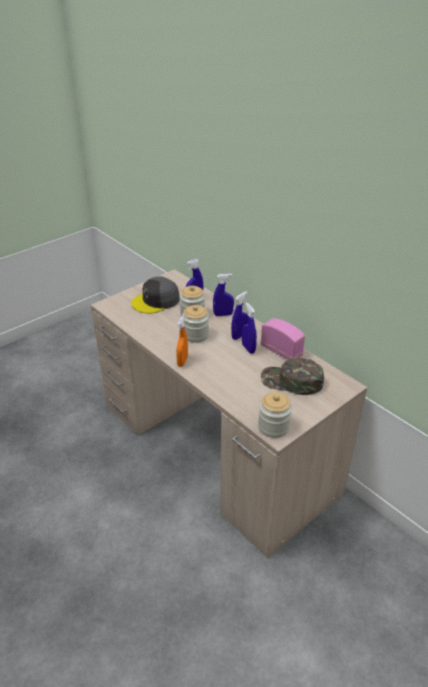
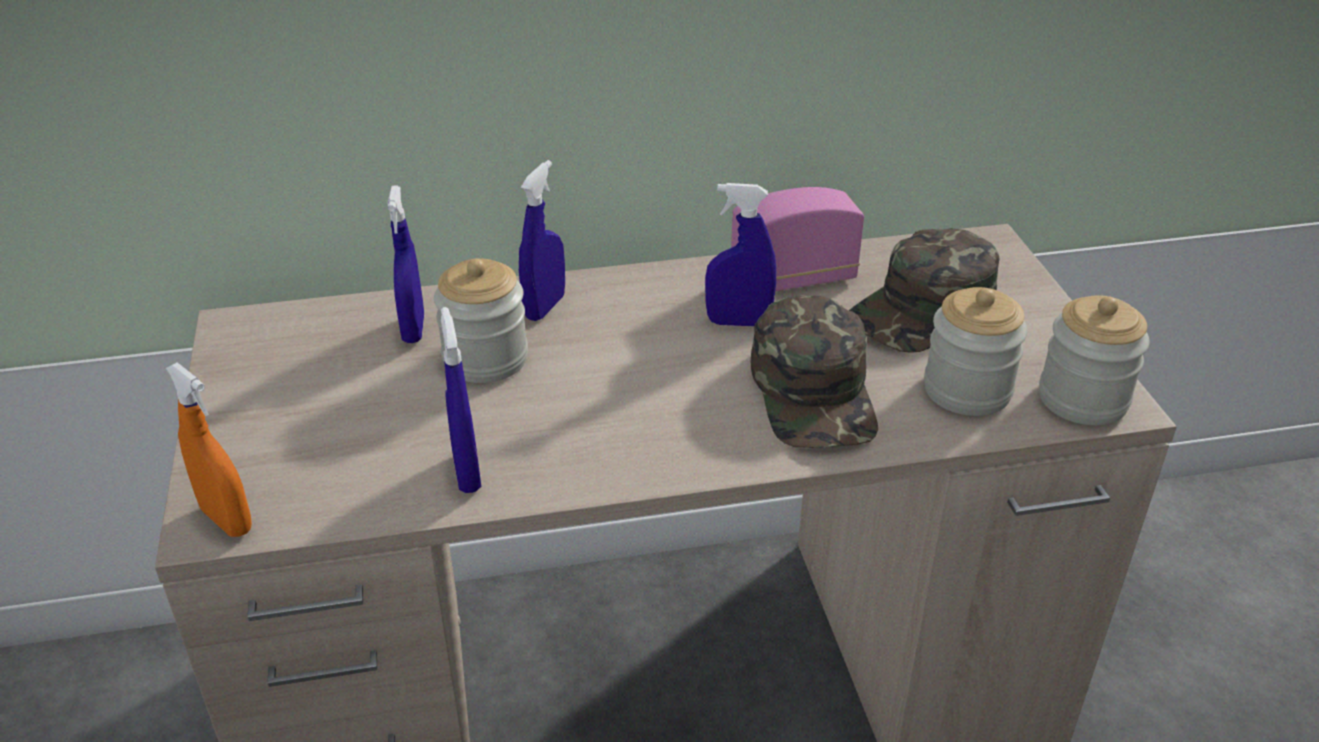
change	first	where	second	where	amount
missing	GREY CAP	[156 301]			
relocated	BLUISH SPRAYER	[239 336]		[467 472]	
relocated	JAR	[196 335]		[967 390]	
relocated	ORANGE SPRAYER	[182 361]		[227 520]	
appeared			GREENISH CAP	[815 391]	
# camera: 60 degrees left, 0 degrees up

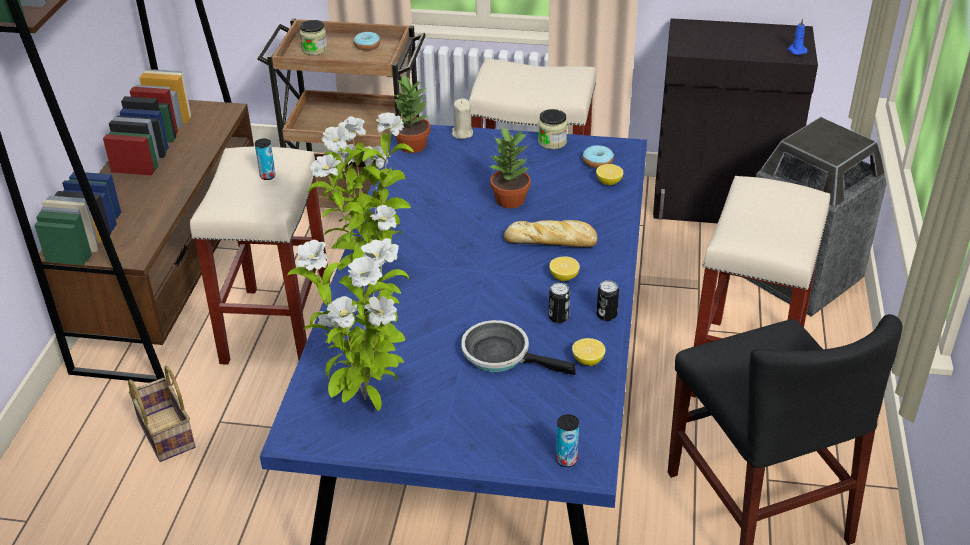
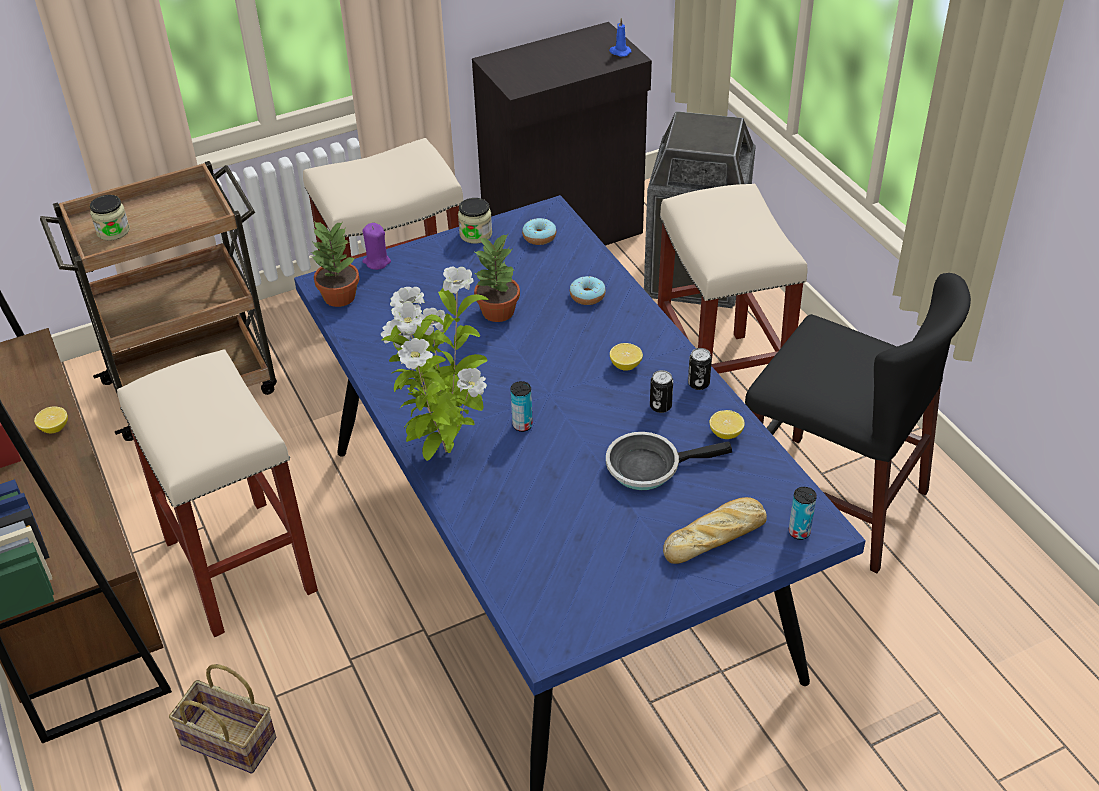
change	first	where	second	where	amount
relocated	RING DOUGHNUT	[367 46]		[587 296]	
colour	BEIGE-COLOURED CANDLE	[462 133]	PURPLE-COLOURED CANDLE	[377 262]	
relocated	CAN	[267 176]		[522 425]	
relocated	LEMON	[609 182]		[54 428]	
relocated	BAKED BREAD	[552 241]		[716 536]	
missing	PLANT IN A POT	[366 401]			
# camera: 35 degrees left, 5 degrees up

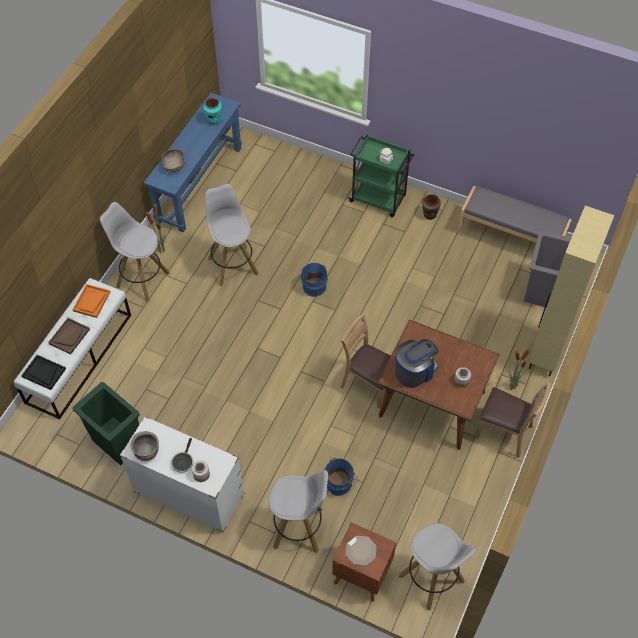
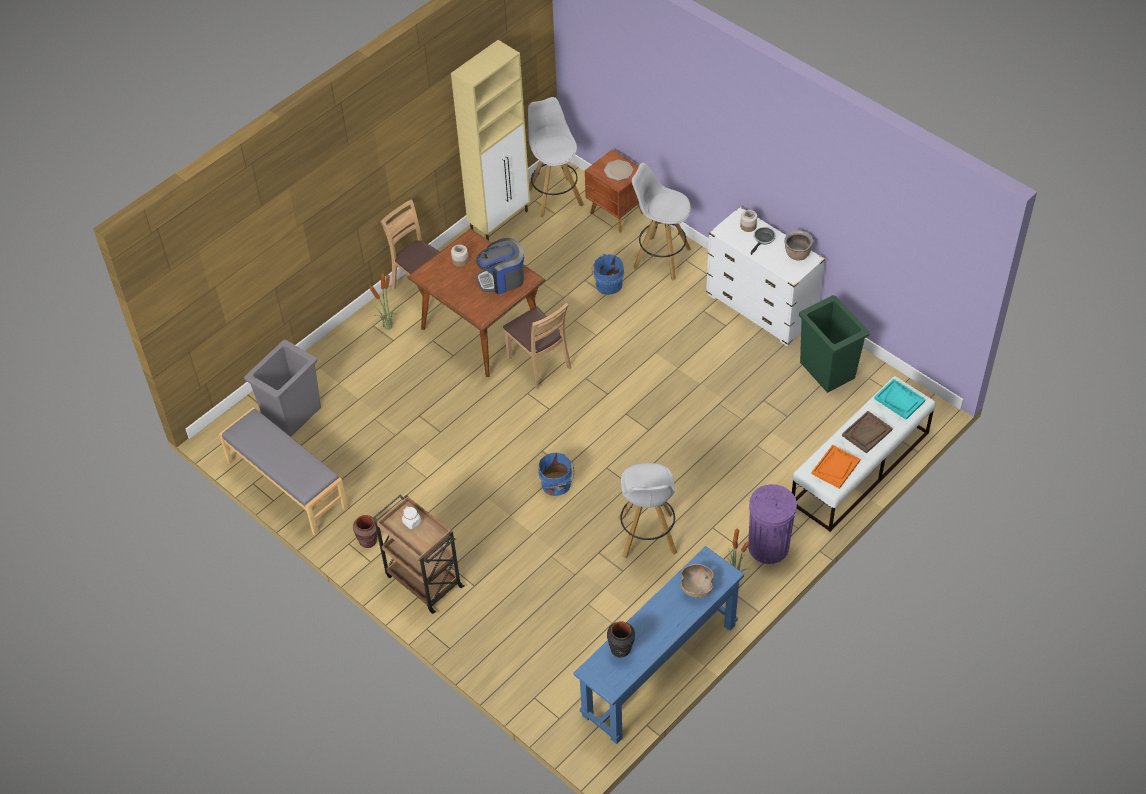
change	first	where	second	where	amount
colour	TURQUOISE FLOWER VASE	[214 120]	BLACK-COLOURED FLOWER VASE	[621 649]	
colour	GREENISH WHEELED CART	[378 199]	BROWN WHEELED CART	[423 580]	
exchanged	WHITISH STOOL SEAT	[142 279]	PURPLE-COLOURED TRASH CAN	[768 546]	
relocated	BEIGE-COLOURED STORAGE CABINET	[547 352]		[500 220]	
colour	BLACK-COLOURED CARRYING TRAY	[44 373]	TURQUOISE CARRYING TRAY	[899 400]	
# camera: 160 degrees left, 5 degrees down

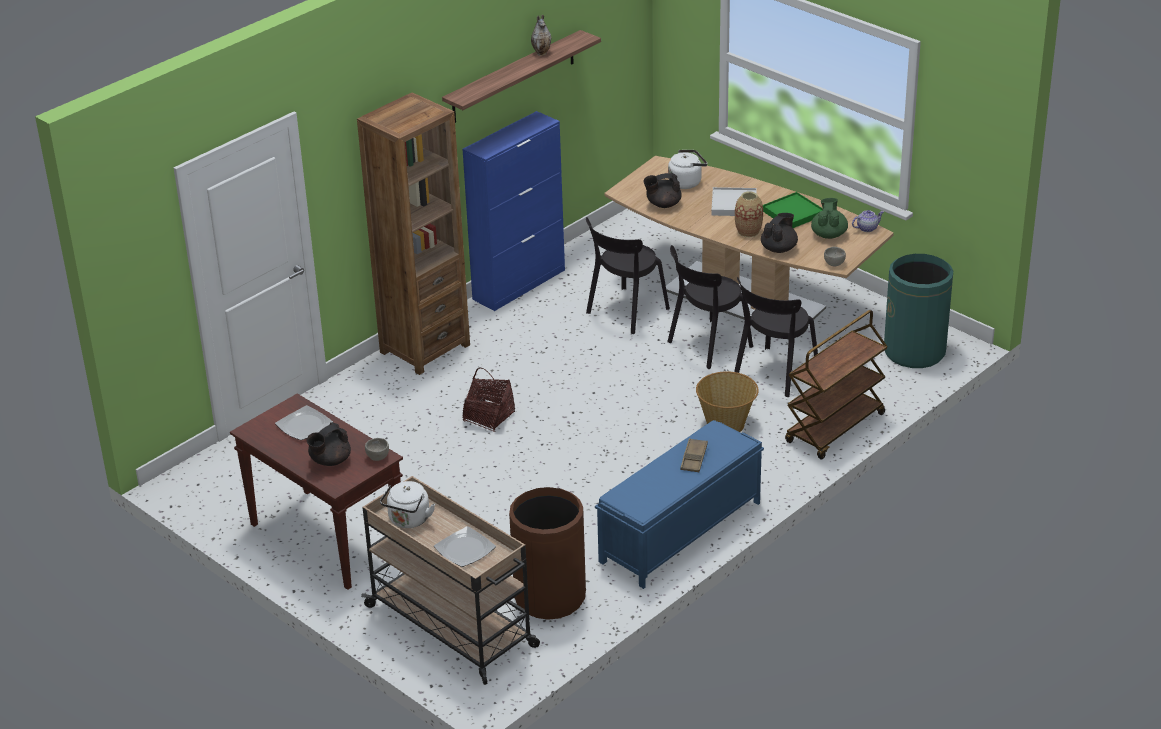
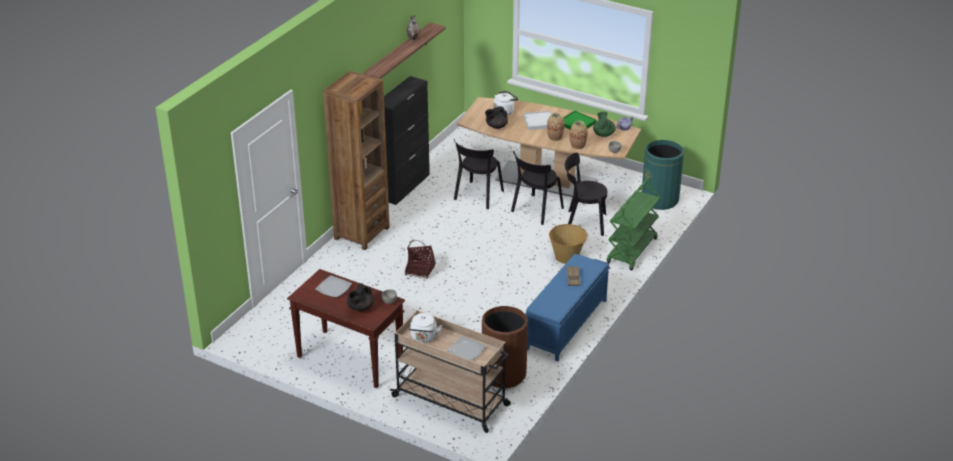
change	first	where	second	where	amount
colour	BLUISH STORAGE CABINET	[519 284]	BLACK-COLOURED STORAGE CABINET	[405 186]	
exchanged	BLACK-COLOURED TEAPOT	[779 248]	FLOWER VASE	[578 146]	
spun	BLACK-COLOURED PLAIN CHAIR	[774 374]		[583 223]	75 degrees clockwise
colour	BROWN WHEELED CART	[835 429]	GREENISH WHEELED CART	[632 251]	
# camera: 15 degrees left, 0 degrees up

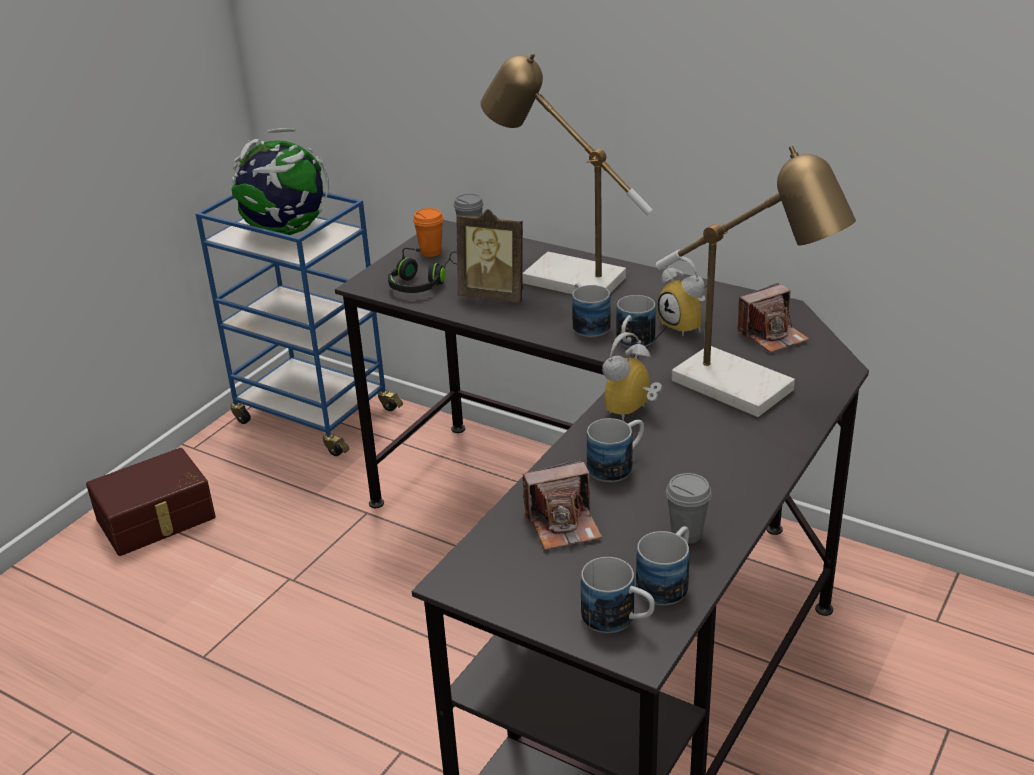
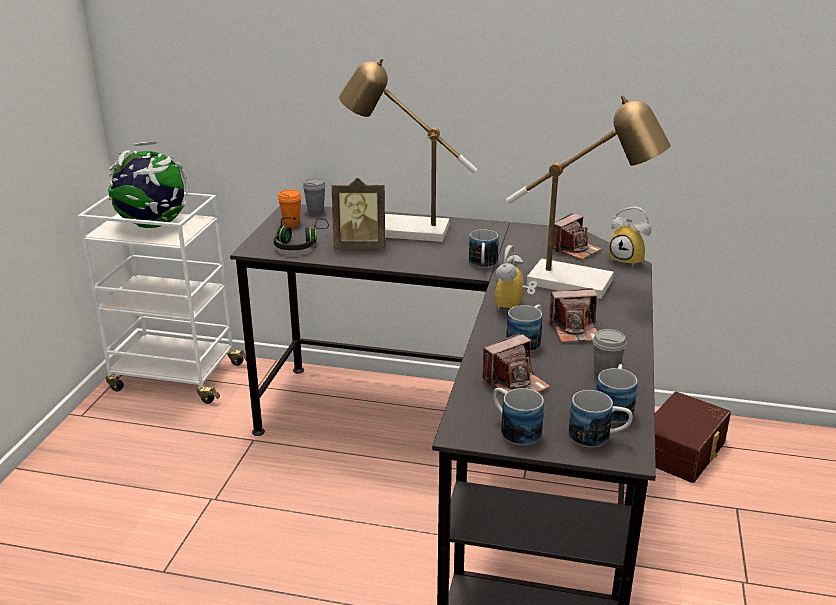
change	first	where	second	where	amount
colour	BLUISH WHEELED CART	[313 415]	WHITISH WHEELED CART	[175 377]	
relocated	ALARM CLOCK	[686 326]		[629 260]	
relocated	COFFEE MUG	[587 324]		[514 429]	
relocated	BROWN STORAGE BOX	[157 519]		[683 451]	
appeared			STILL CAMERA	[575 331]	
# camera: 20 degrees left, 5 degrees down

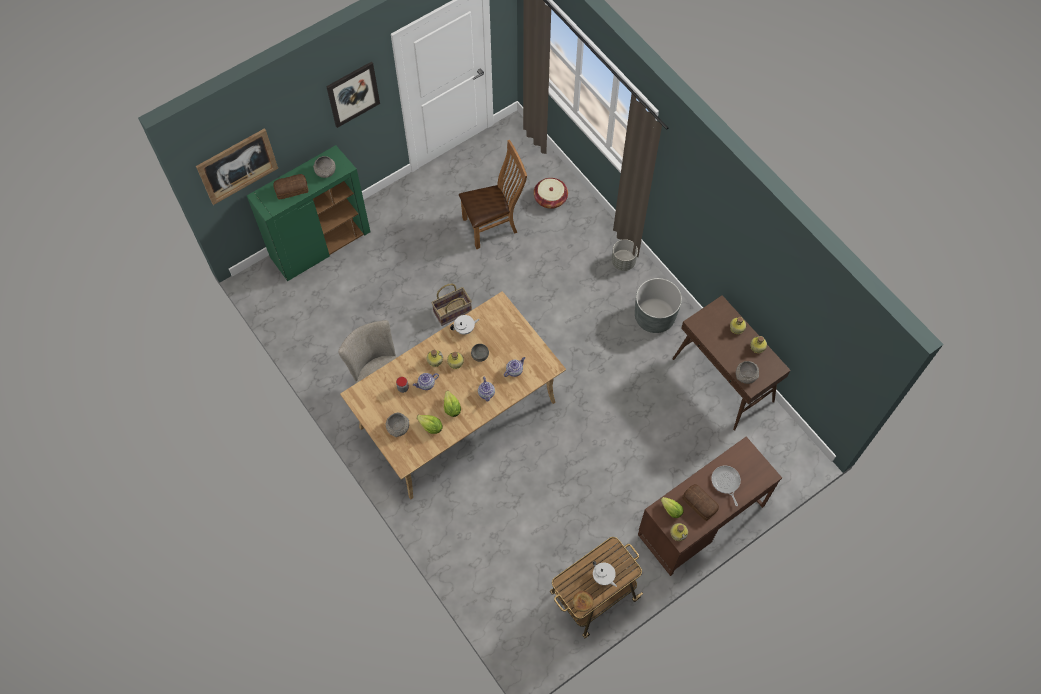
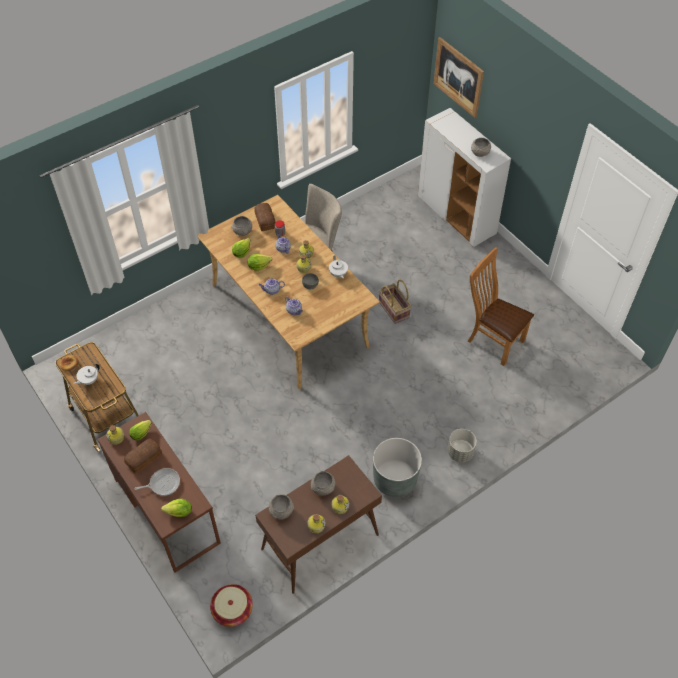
change	first	where	second	where	amount
missing	WALL ART	[353 94]			
spun	BROWN PLAIN CHAIR	[493 225]		[492 340]	150 degrees clockwise
colour	GREENISH STORAGE CABINET	[321 245]	WHITISH STORAGE CABINET	[457 215]	
relocated	BAKED BREAD	[291 189]		[265 220]	
relocated	BASKET	[550 198]		[232 609]	
appeared			GREY DEEP DISH	[322 488]	
appeared			HEAD OF LETTUCE	[179 512]	
# camera: 90 degrees right, 10 degrees down

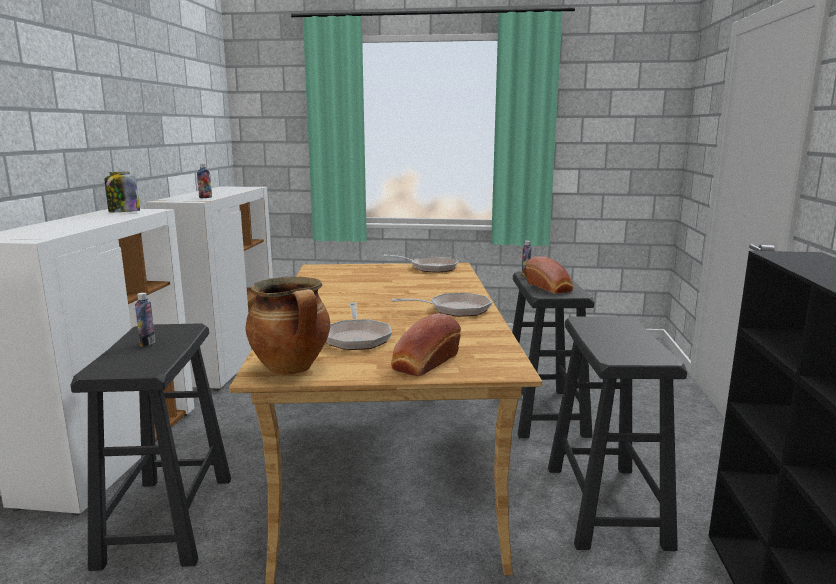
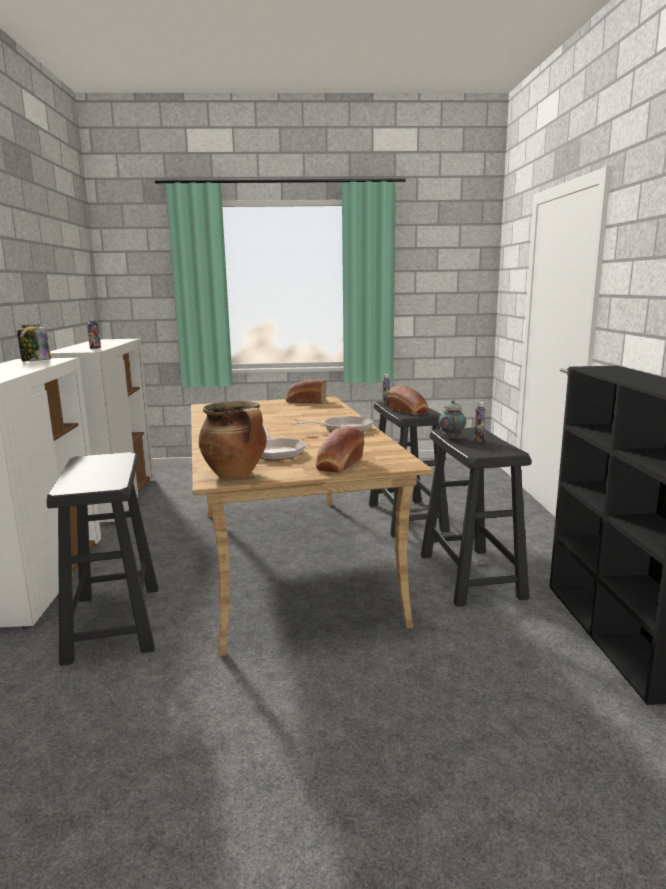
change	first	where	second	where	amount
exchanged	SKILLET	[430 268]	BAKED BREAD	[305 401]	
relocated	DRINK BOTTLE	[147 343]		[478 440]	
appeared			TEAPOT	[451 437]	
# camera: 10 degrees left, 0 degrees up

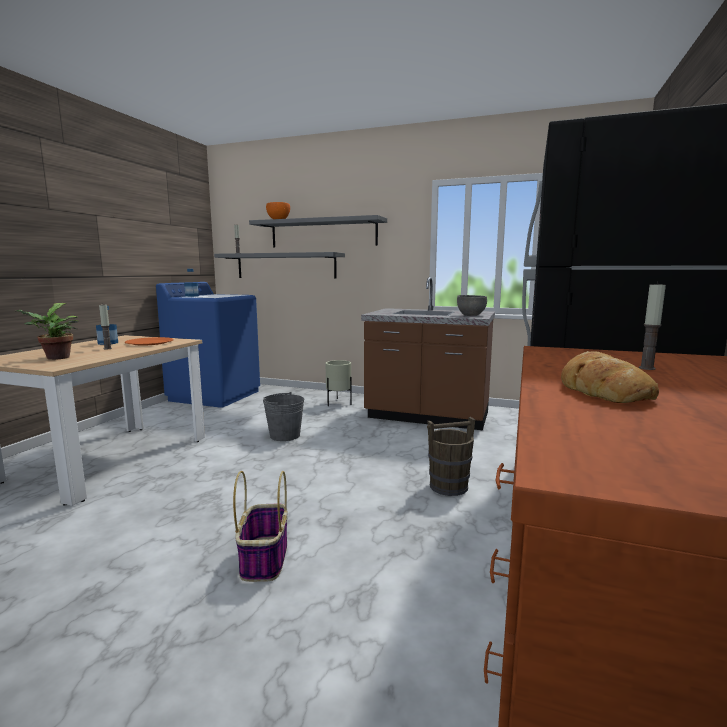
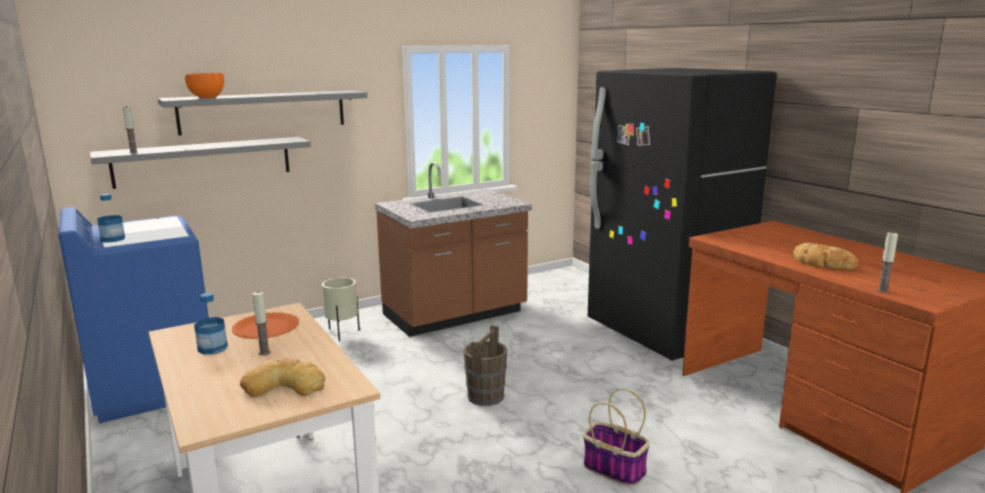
change	first	where	second	where	amount
relocated	CANDLE	[646 368]		[883 291]	
missing	GREY DEEP DISH	[471 315]			
exchanged	PLANT IN A POT	[55 358]	BAKED BREAD	[284 385]	
missing	GREY BUCKET	[285 435]			
relocated	BROWN BUCKET	[449 486]		[486 396]	
# camera: 50 degrees left, 5 degrees up

